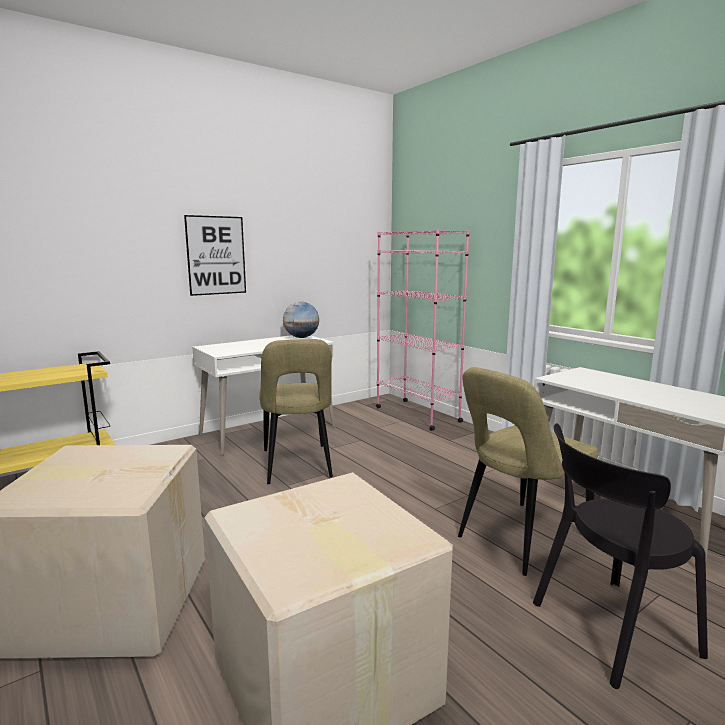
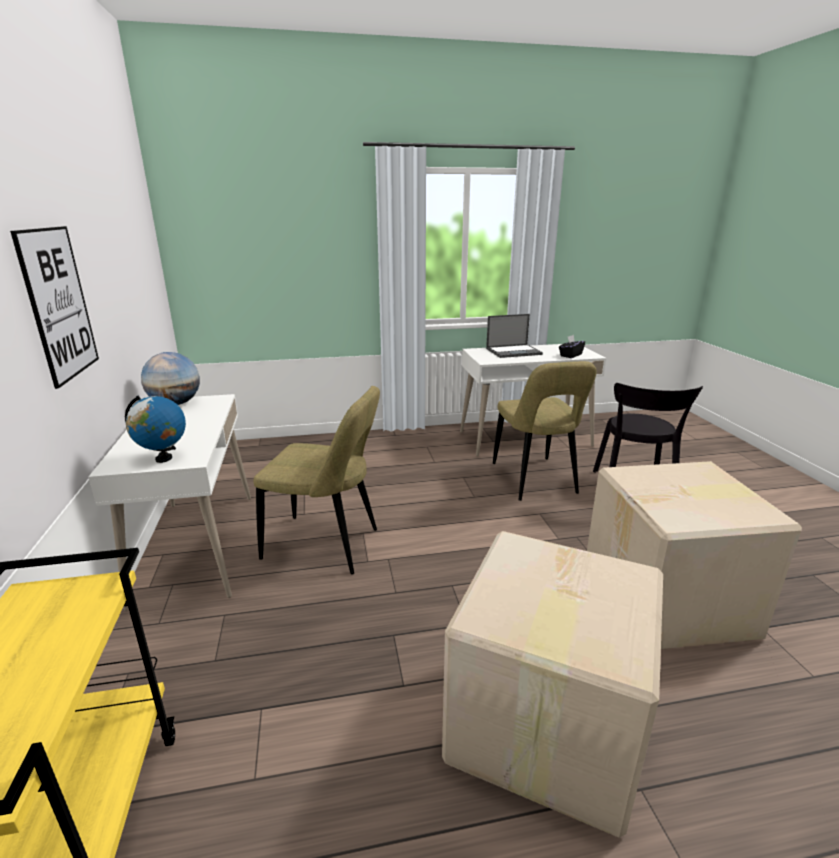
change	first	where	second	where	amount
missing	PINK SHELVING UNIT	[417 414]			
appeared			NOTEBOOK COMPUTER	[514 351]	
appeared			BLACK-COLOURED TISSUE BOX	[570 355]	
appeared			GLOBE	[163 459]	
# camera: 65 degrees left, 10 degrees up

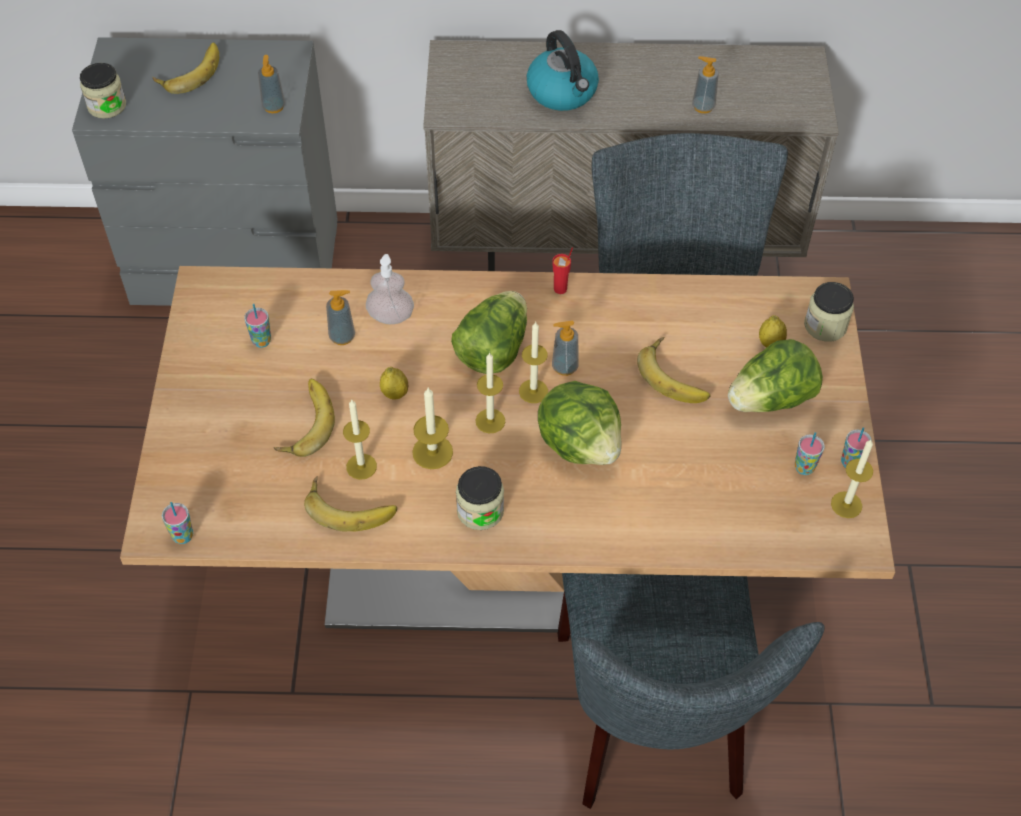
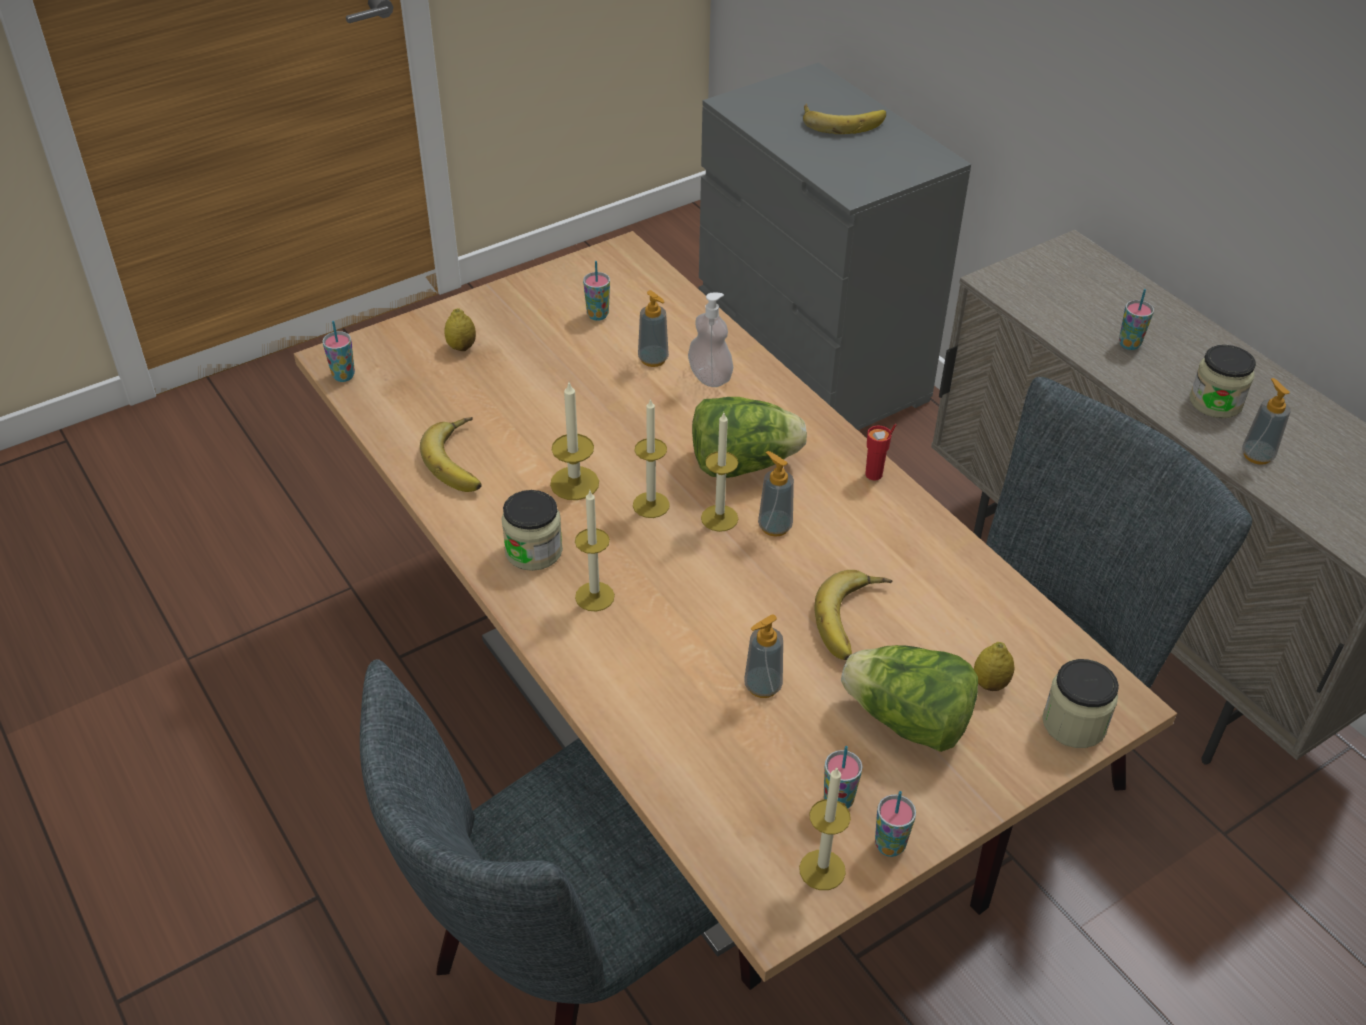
change	first	where	second	where	amount
exchanged	KETTLE	[563 92]	CUP	[1129 344]	
relocated	SOAP BOTTLE	[273 107]		[762 686]	
relocated	JAR	[107 106]		[1215 402]	
relocated	LEMON	[395 393]		[461 347]	
missing	BANANA	[304 422]			
missing	HEAD OF LETTUCE	[580 443]			
relocated	CANDLE	[361 466]		[594 596]	
# camera: 55 degrees right, 10 degrees down

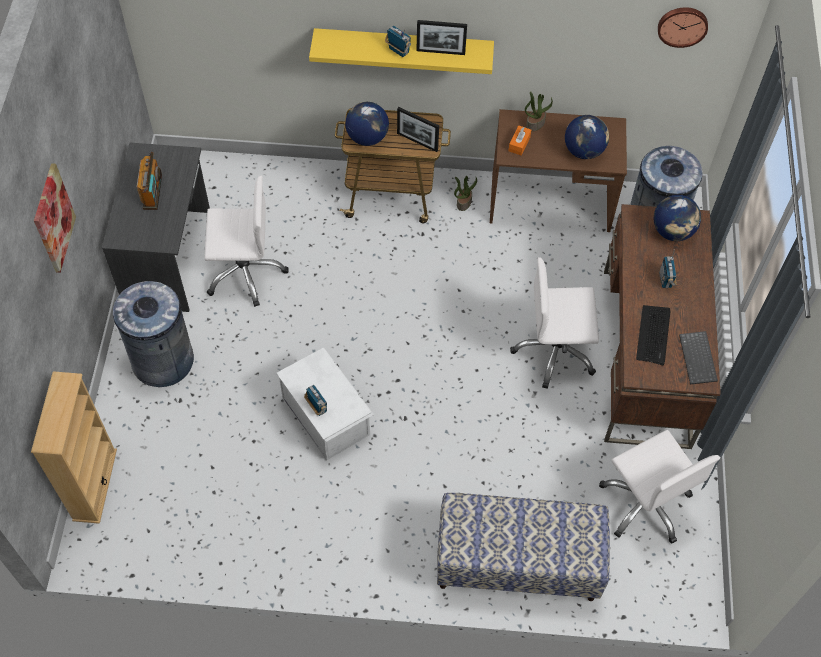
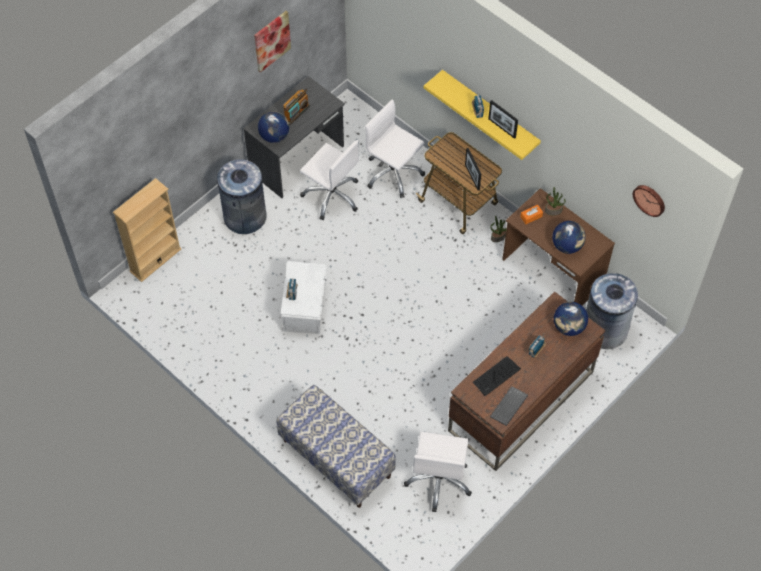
change	first	where	second	where	amount
relocated	GLOBE	[367 137]		[274 136]	
relocated	WALL ART	[53 218]		[272 41]	
relocated	WHITISH COMPUTER CHAIR	[555 351]		[393 174]	
# camera: 40 degrees right, 0 degrees up

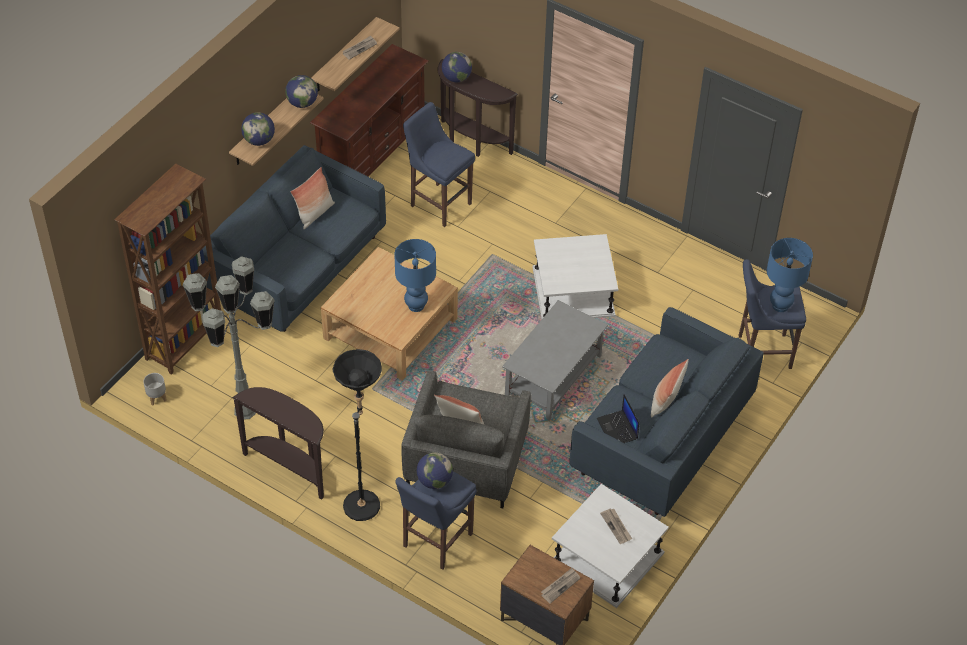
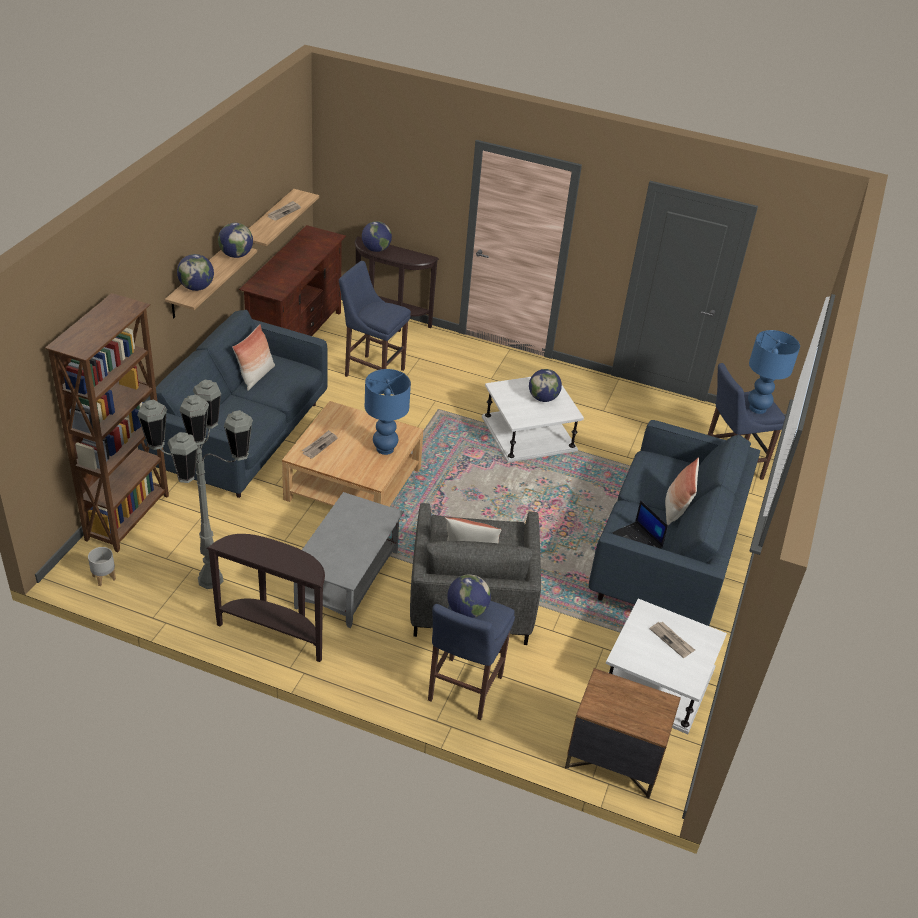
change	first	where	second	where	amount
relocated	GREY LOW TABLE	[553 377]		[347 580]	
missing	BLACK-COLOURED STANDING LAMP	[364 499]			
relocated	NEWSPAPER	[560 586]		[319 445]	
appeared			GLOBE	[543 398]	
# camera: 15 degrees left, 10 degrees down

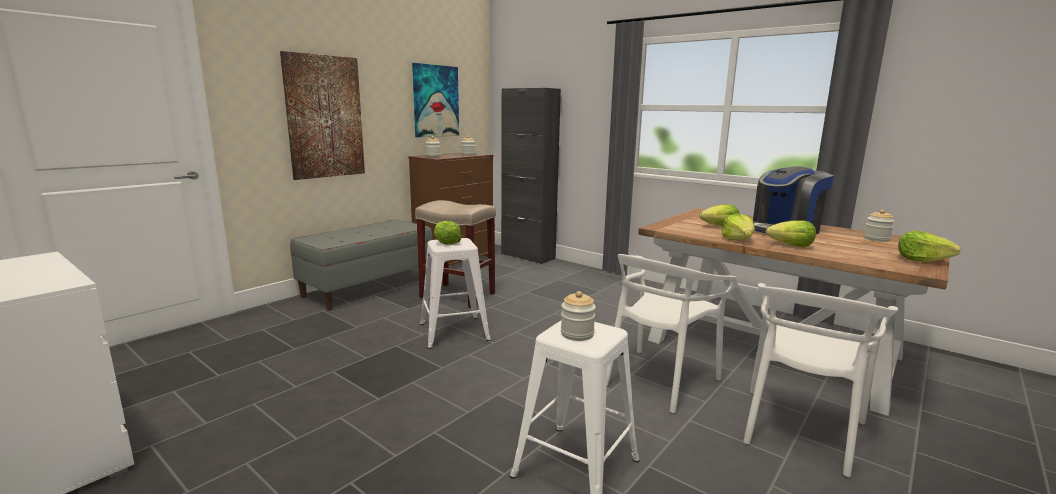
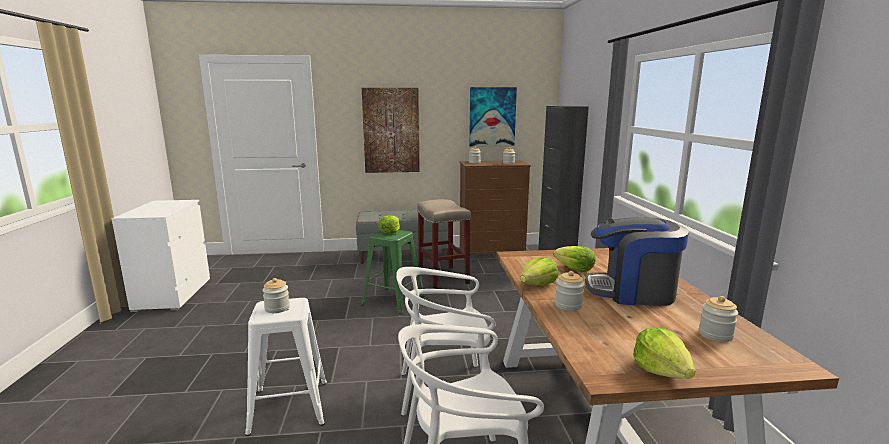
change	first	where	second	where	amount
exchanged	HEAD OF LETTUCE	[791 246]	JAR	[568 305]	
colour	WHITISH STOOL SEAT	[454 331]	GREENISH STOOL SEAT	[394 300]	
# camera: 45 degrees right, 0 degrees up

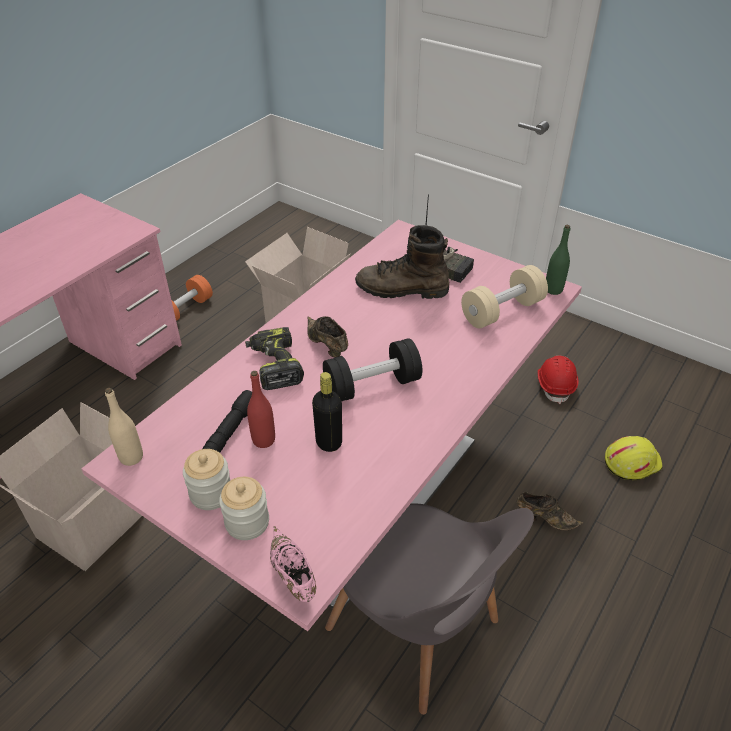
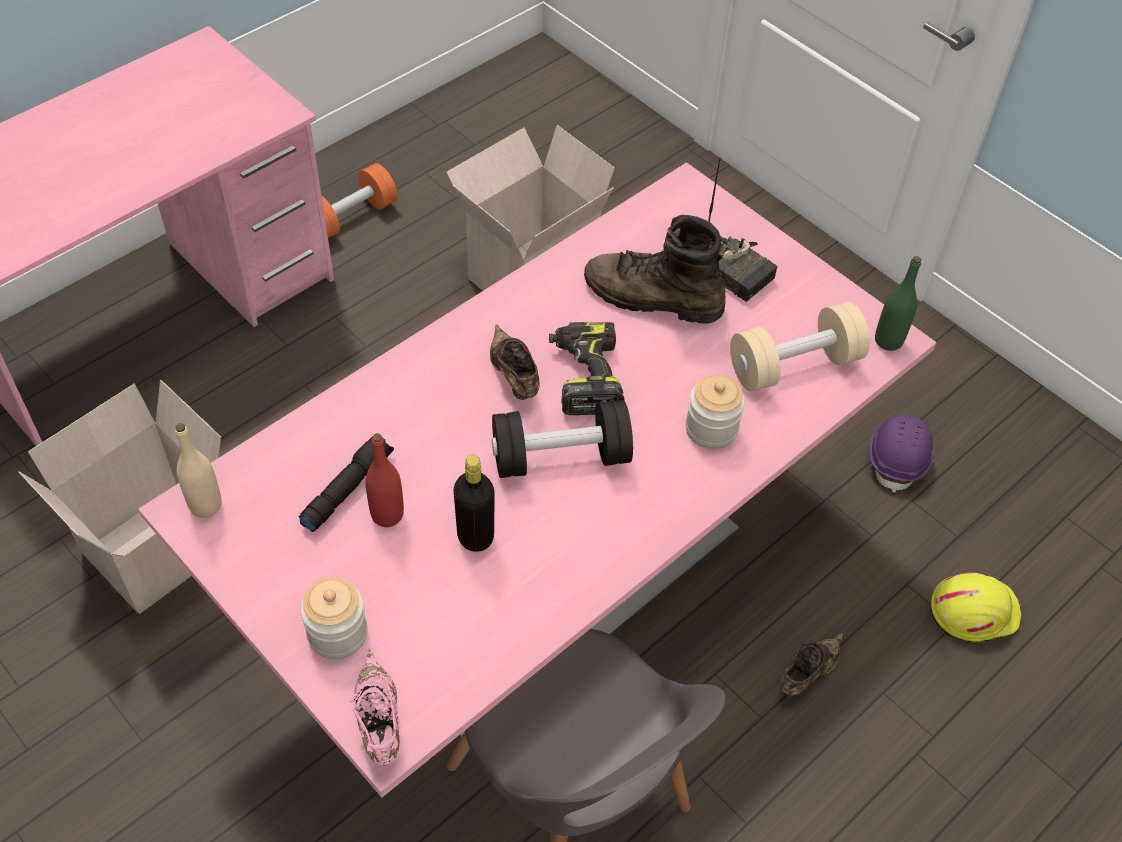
change	first	where	second	where	amount
relocated	ELECTRIC DRILL	[274 365]		[584 376]	
colour	REDDISH WORK HELMET	[555 385]	PURPLE-COLOURED WORK HELMET	[898 458]	
relocated	JAR	[211 493]		[711 429]	
spun	BROWN SHOE	[544 519]		[806 673]	75 degrees counterclockwise
# camera: 10 degrees right, 10 degrees up

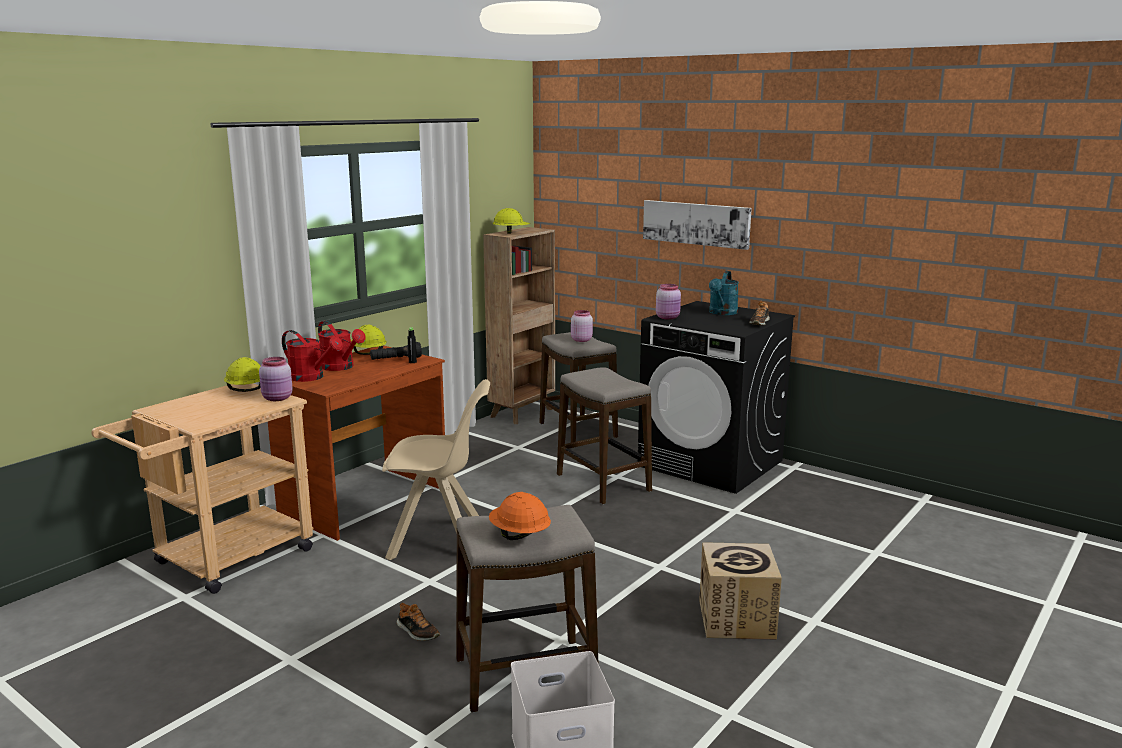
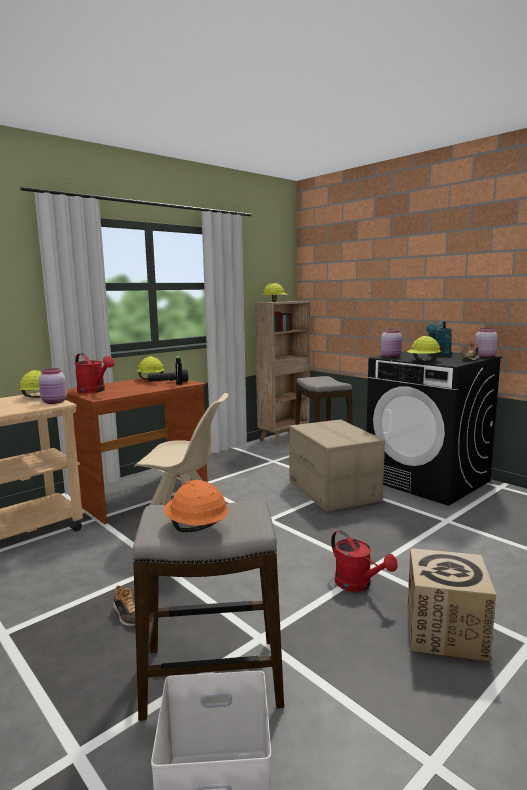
change	first	where	second	where	amount
missing	WALL ART	[696 223]			
relocated	PINK JAR	[581 340]		[484 356]	
relocated	REDDISH WATERING POT	[341 367]		[358 585]	
exchanged	STOOL SEAT	[603 483]	CARTON	[334 491]	
appeared			YELLOW WORK HELMET	[423 361]	
# camera: 10 degrees right, 5 degrees down

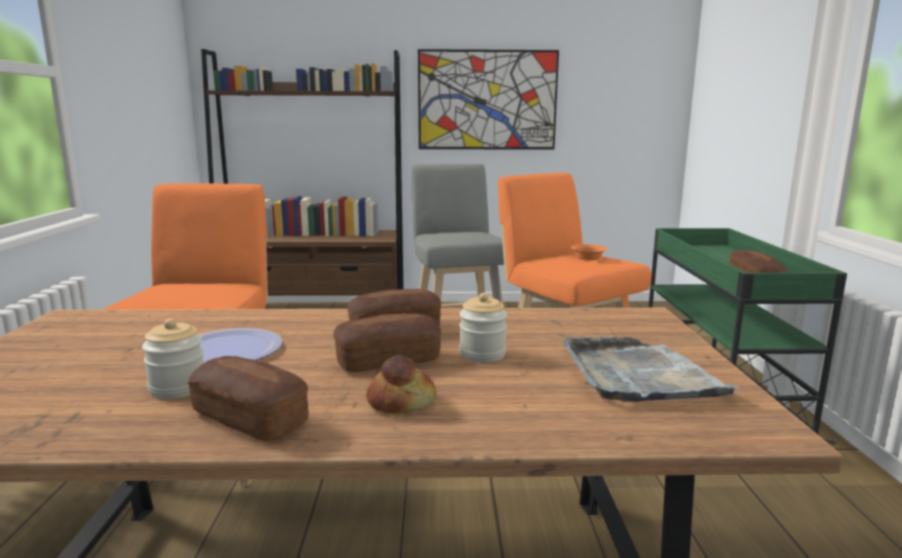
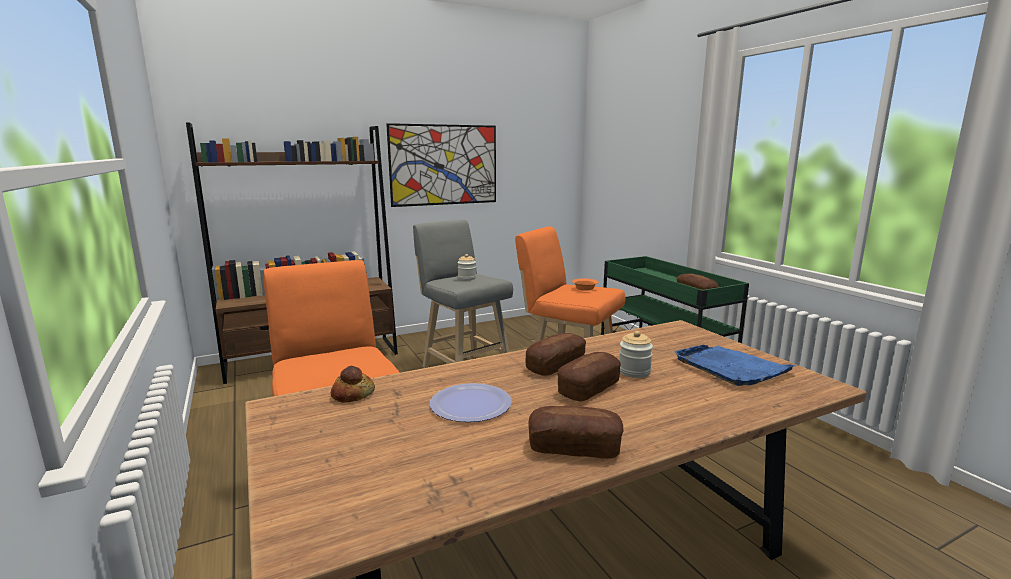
change	first	where	second	where	amount
relocated	JAR	[178 388]		[467 278]	
colour	GREY CARRYING TRAY	[638 375]	BLUISH CARRYING TRAY	[731 367]	
relocated	BAKED BREAD	[401 401]		[352 394]	
# camera: 25 degrees left, 0 degrees up

